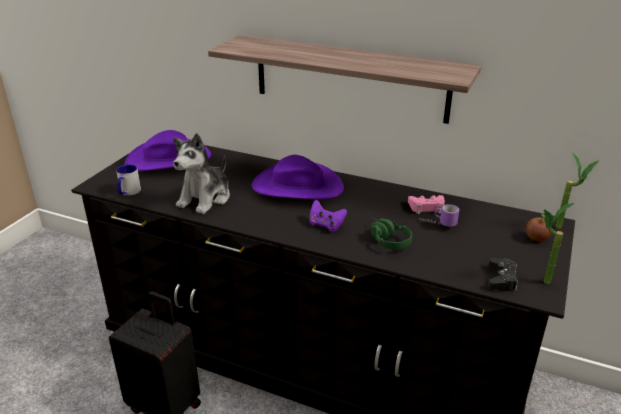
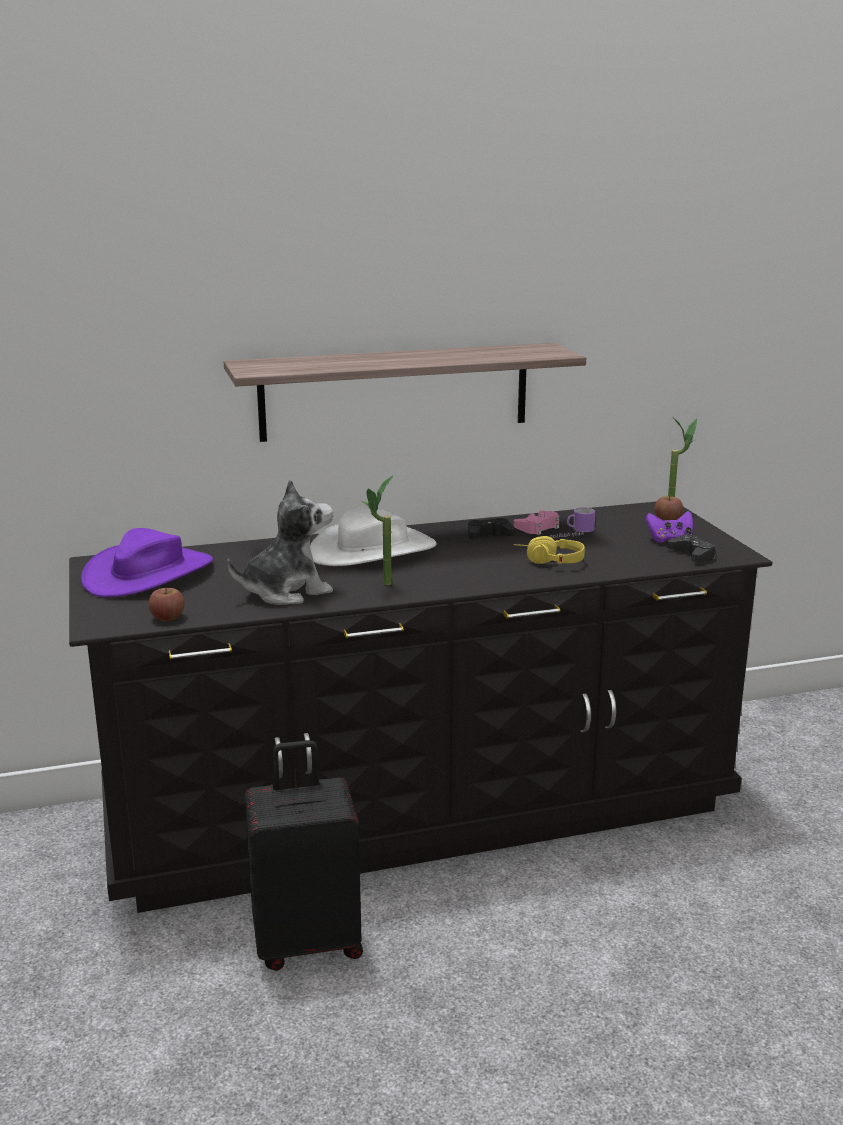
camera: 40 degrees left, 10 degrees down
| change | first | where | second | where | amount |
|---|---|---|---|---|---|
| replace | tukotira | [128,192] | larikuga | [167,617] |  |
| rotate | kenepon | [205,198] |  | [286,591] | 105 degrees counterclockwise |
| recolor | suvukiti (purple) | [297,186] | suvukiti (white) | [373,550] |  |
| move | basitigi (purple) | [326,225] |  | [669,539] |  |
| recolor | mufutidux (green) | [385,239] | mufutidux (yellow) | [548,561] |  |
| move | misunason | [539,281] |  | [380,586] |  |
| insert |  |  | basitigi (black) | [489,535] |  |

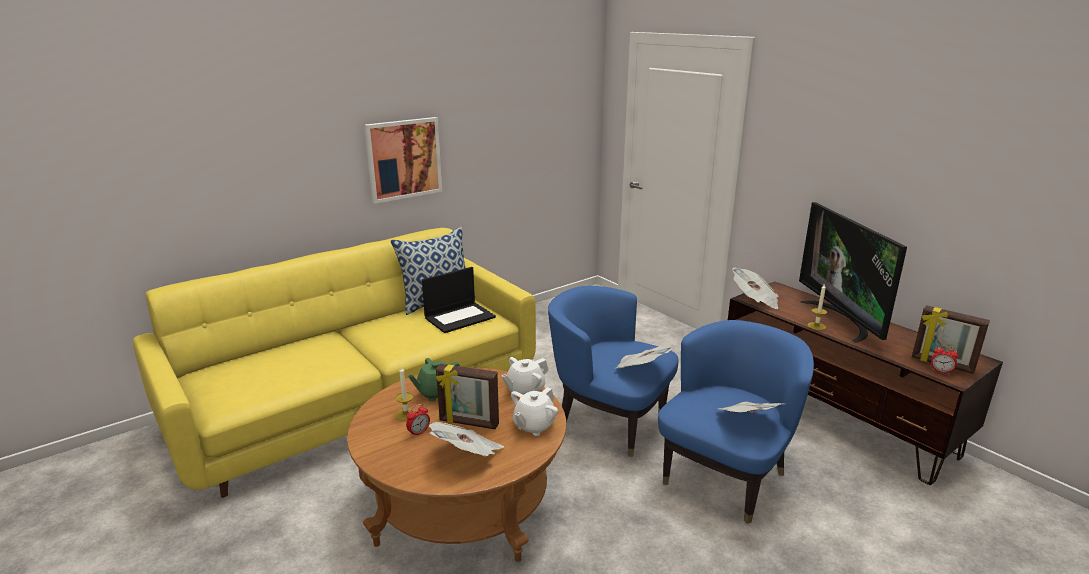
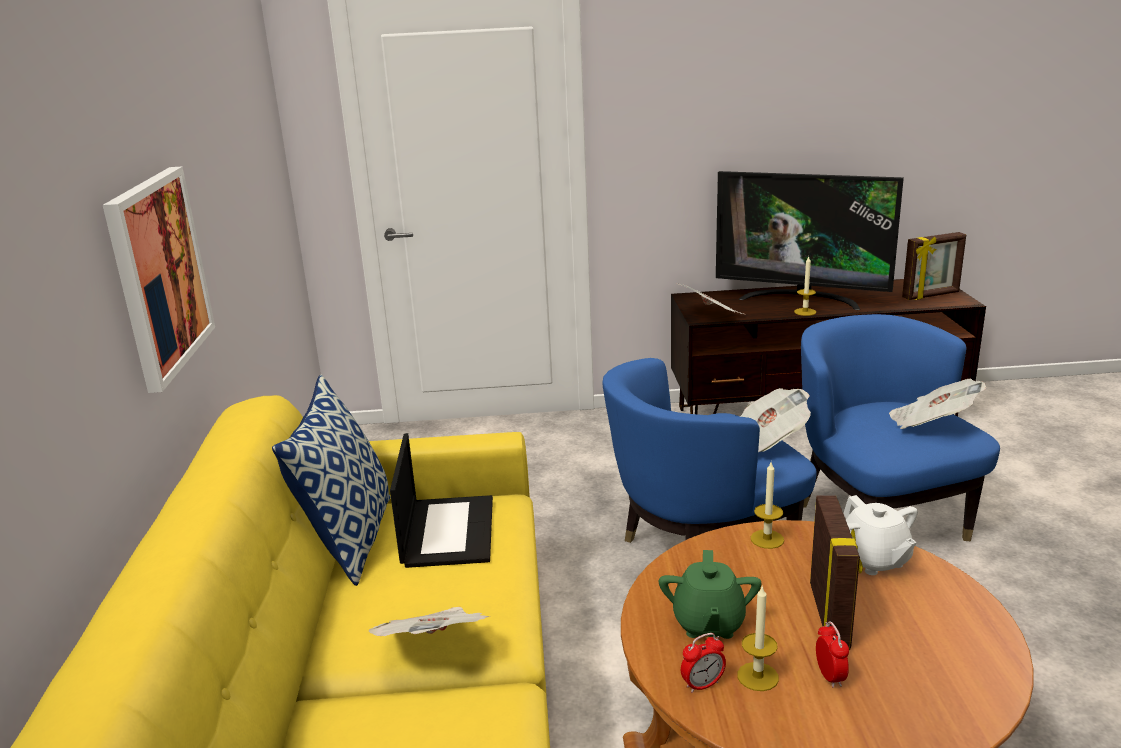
camera: 55 degrees left, 0 degrees up
| change | first | where | second | where | amount |
|---|---|---|---|---|---|
| move | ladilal | [468,455] |  | [435,647] |  |
| rotate | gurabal | [468,423] |  | [830,616] | 45 degrees counterclockwise |
| replace | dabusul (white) | [525,391] | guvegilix | [767,539] |  |
| move | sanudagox | [941,371] |  | [702,685] |  |

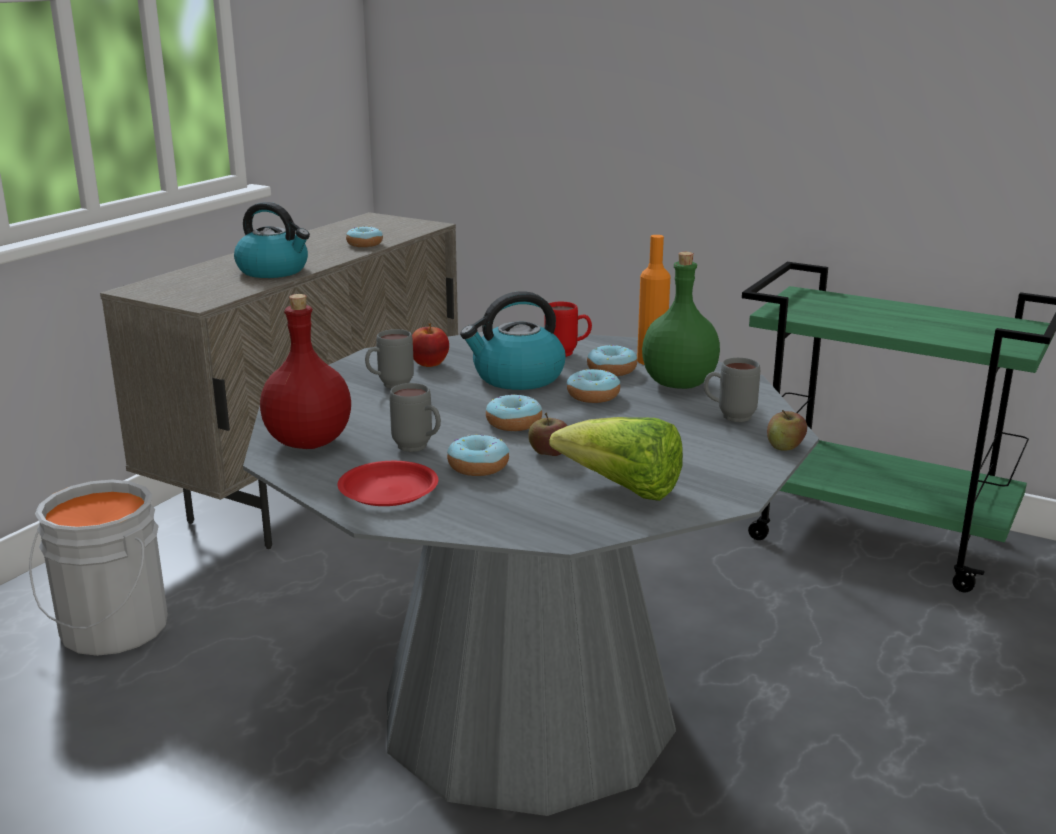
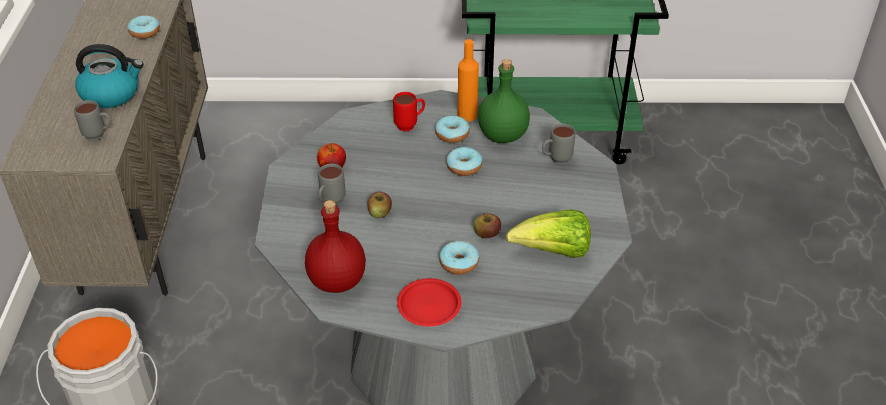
camera: 30 degrees left, 20 degrees up
| change | first | where | second | where | amount |
|---|---|---|---|---|---|
| move | tukotira (grey) | [418,448] |  | [99,136] |  |
| delete | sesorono | [517,377] |  |  |  |
| delete | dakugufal | [514,423] |  |  |  |
| move | larikuga | [785,446] |  | [380,213] |  |

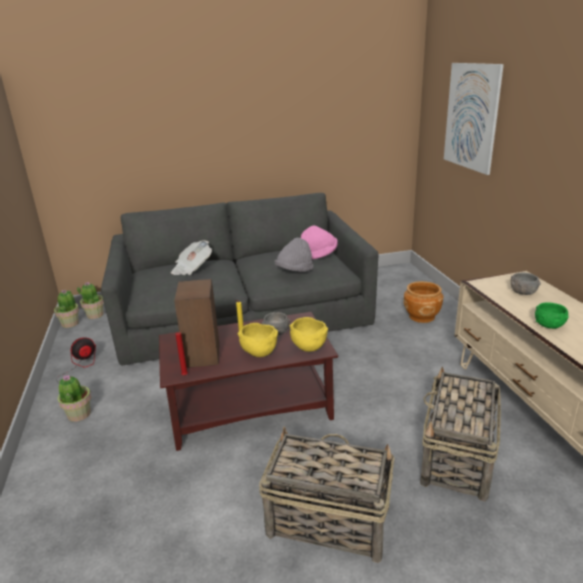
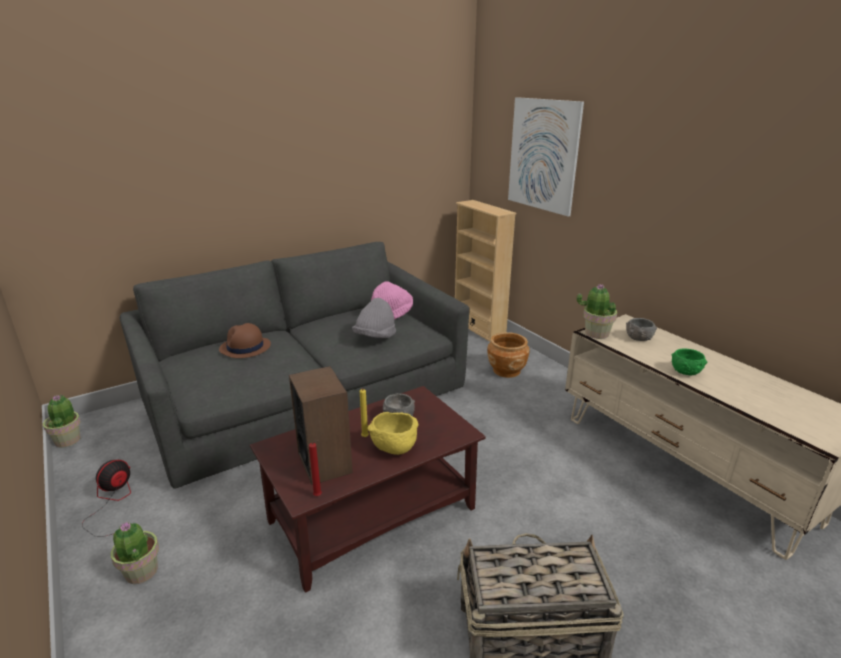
camera: 20 degrees left, 0 degrees up
| change | first | where | second | where | amount |
|---|---|---|---|---|---|
| move | misunason | [95,315] |  | [596,333] |  |
| replace | ladilal | [192,269] | suvukiti (brown) | [245,348] |  |
| delete | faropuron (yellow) | [308,347] |  |  |  |
| delete | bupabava | [457,458] |  |  |  |
| insert |  |  | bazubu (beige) | [479,328] |  |

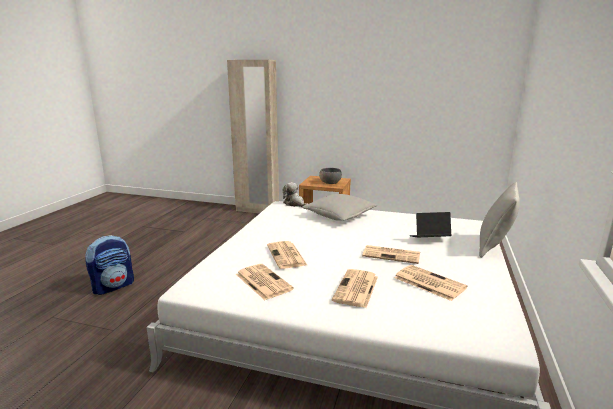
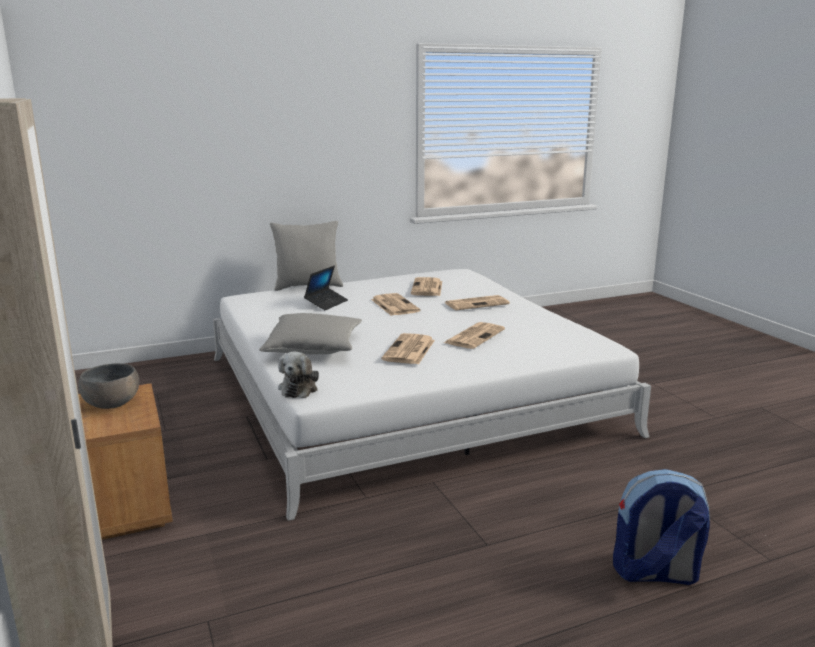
camera: 130 degrees left, 0 degrees up
| change | first | where | second | where | amount |
|---|---|---|---|---|---|
| move | ladilal | [262,281] |  | [409,350] |  |
| rotate | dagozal | [429,239] |  | [326,303] | 105 degrees counterclockwise |

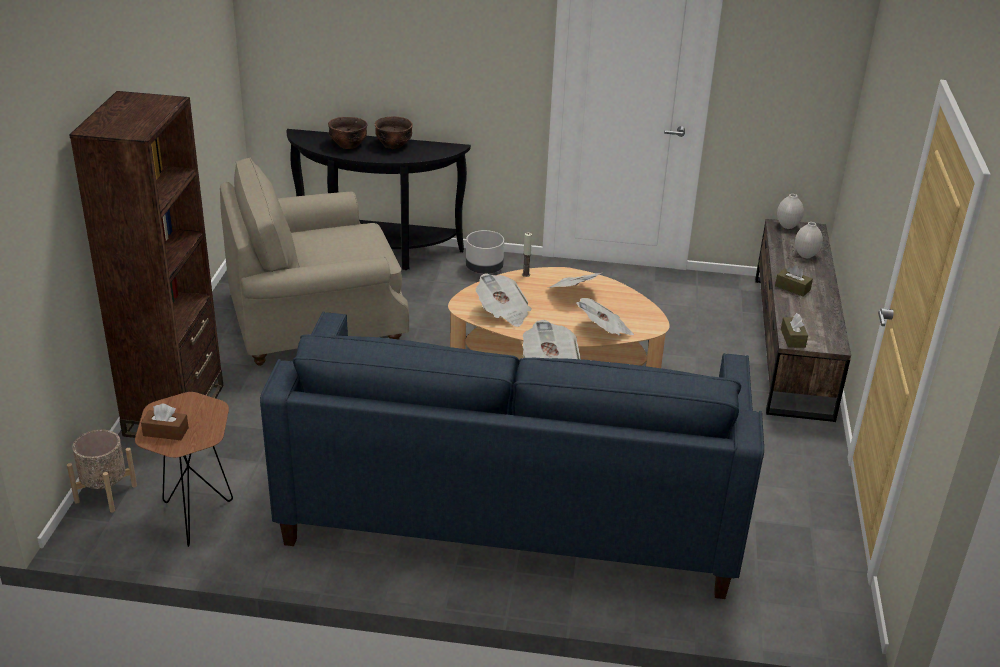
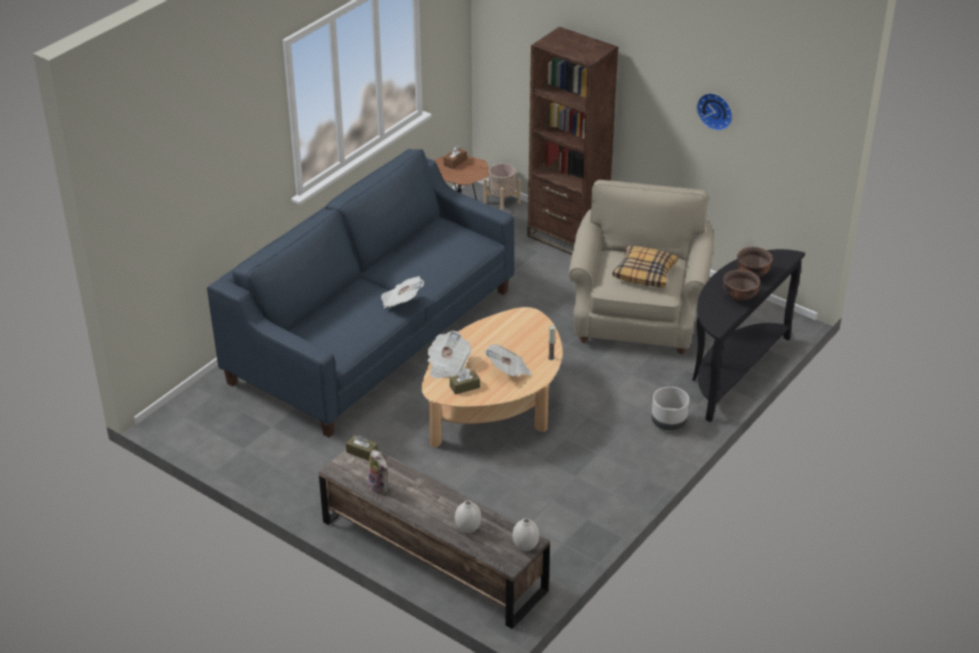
camera: 120 degrees right, 5 degrees up
| change | first | where | second | where | amount |
|---|---|---|---|---|---|
| delete | ladilal | [503,313] |  |  |  |
| move | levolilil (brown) | [792,288] |  | [464,387] |  |
| insert |  |  | kenepon | [380,487] |  |
| insert |  |  | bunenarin | [645,273] |  |
| insert |  |  | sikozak | [716,110] |  |

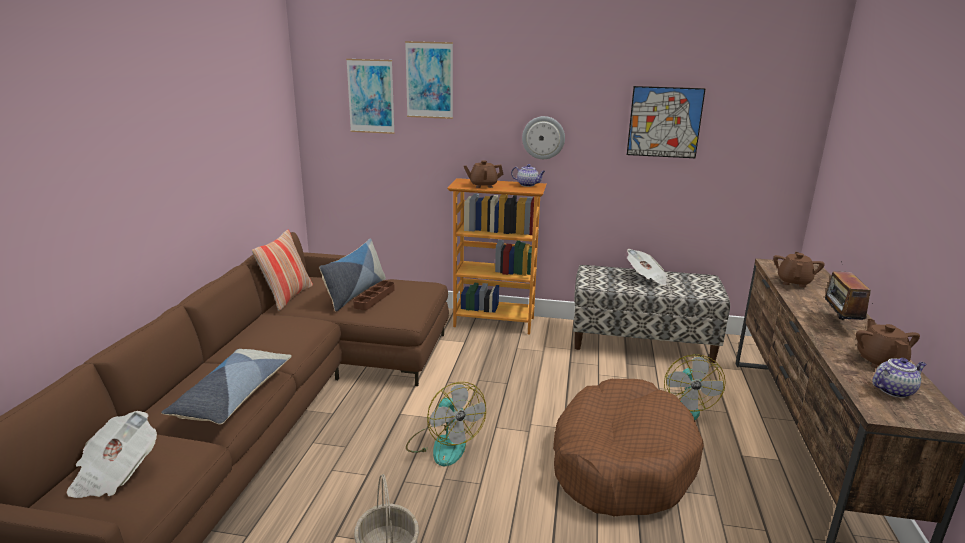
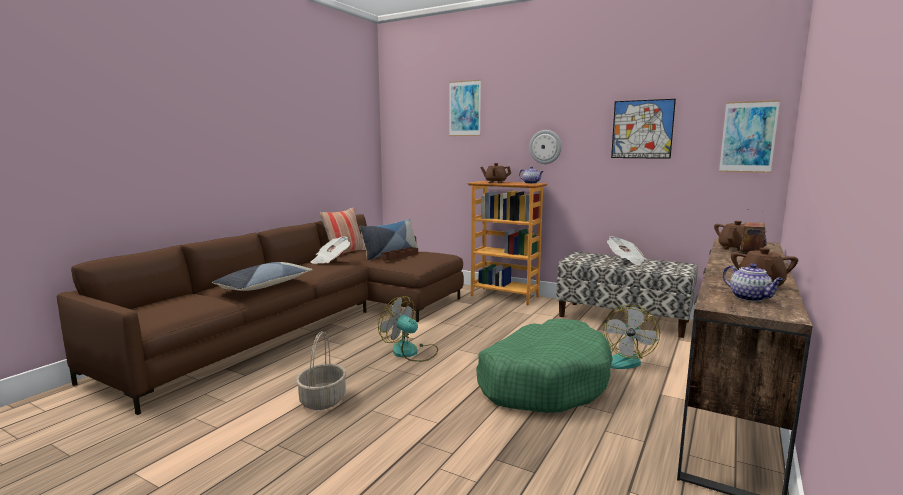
camera: 20 degrees right, 10 degrees down
| change | first | where | second | where | amount |
|---|---|---|---|---|---|
| move | ladilal | [115,473] |  | [330,260] |  |
| move | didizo | [371,96] |  | [748,137] |  |
| rotate | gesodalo | [444,444] |  | [410,352] | 135 degrees clockwise |
| recolor | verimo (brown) | [621,462] | verimo (green) | [543,381] |  |
| rotate | dabusul | [894,390] |  | [750,298] | 60 degrees clockwise |

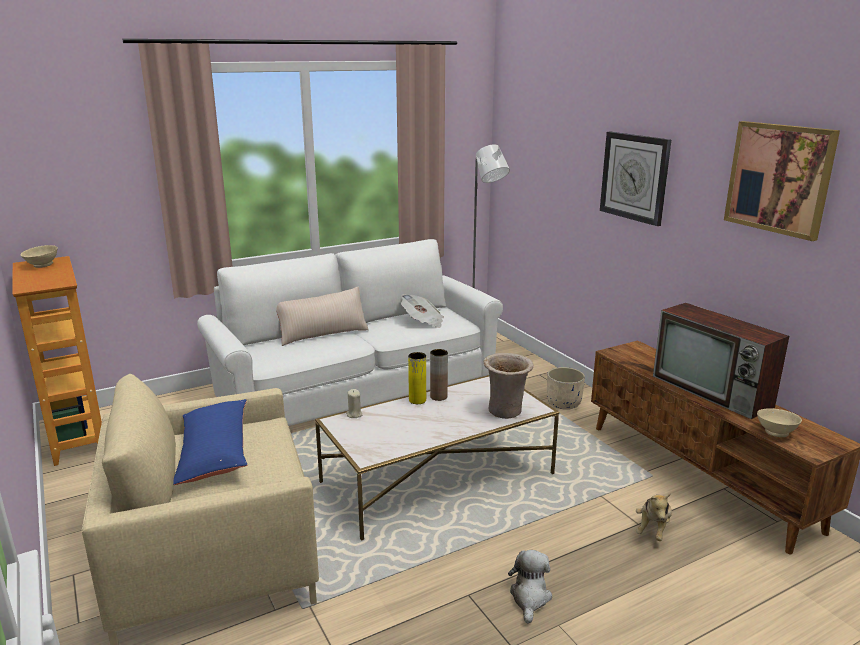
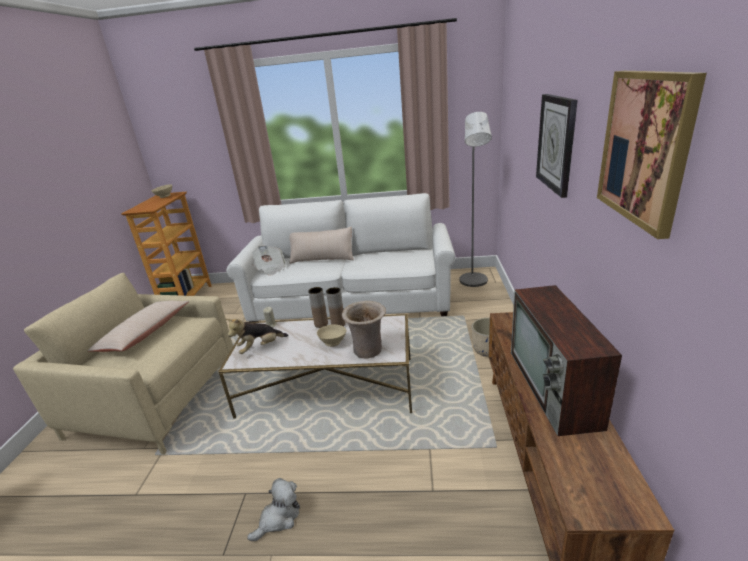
camera: 35 degrees right, 5 degrees up
| change | first | where | second | where | amount |
|---|---|---|---|---|---|
| recolor | bunenarin (blue) | [214,452] | bunenarin (beige) | [145,333] |  |
| move | ladilal | [423,322] |  | [270,268] |  |
| recolor | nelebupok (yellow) | [417,400] | nelebupok (brown) | [321,324] |  |
| move | kenepon | [653,529] |  | [260,347] |  |
| move | faropuron (beige) | [776,432] |  | [333,342] |  |

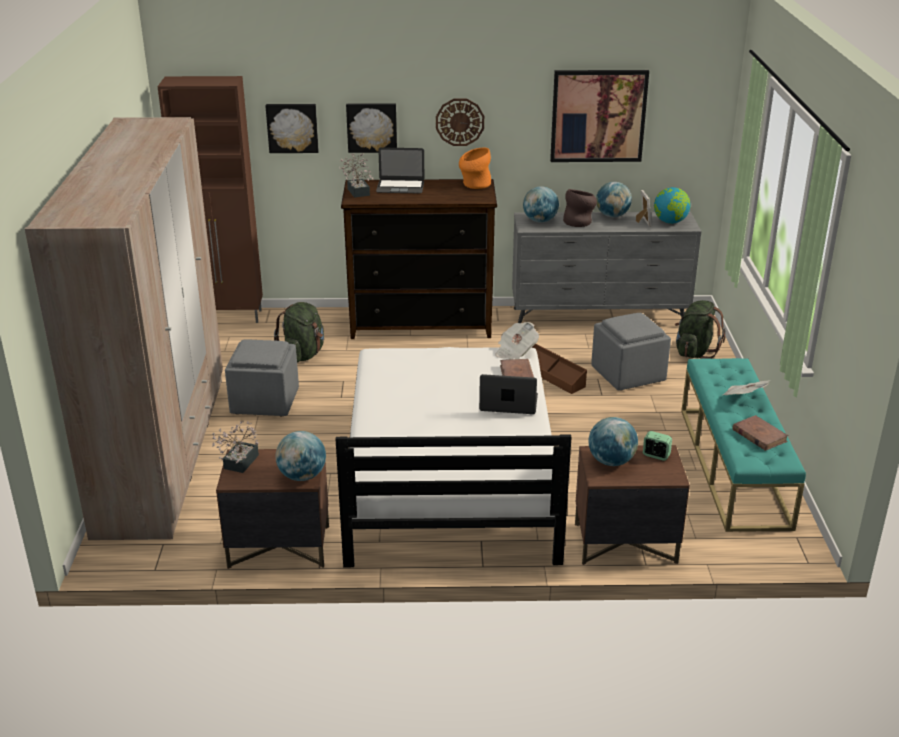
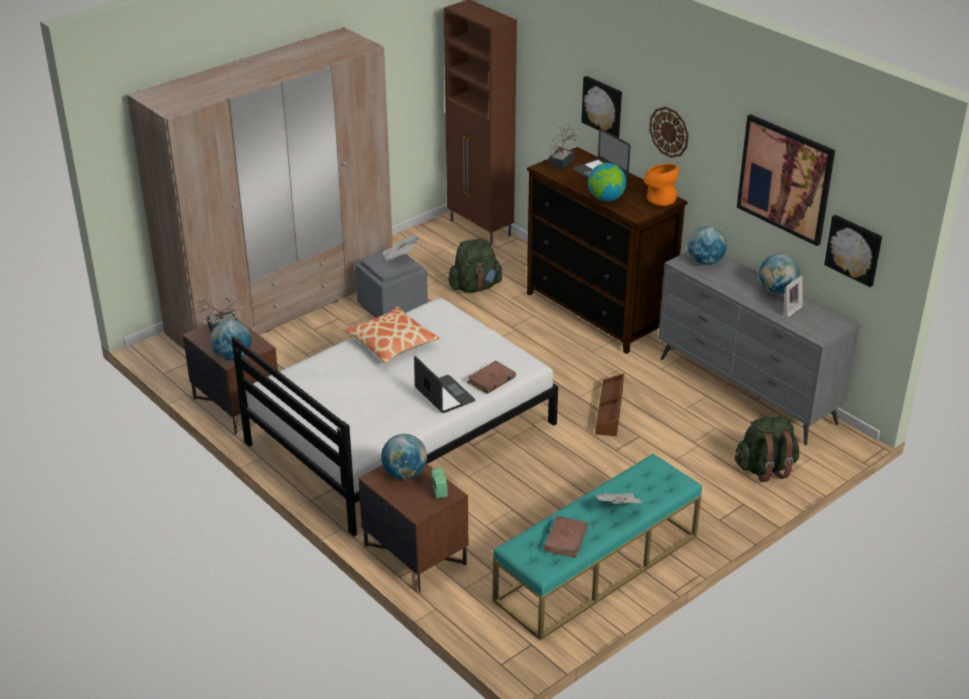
camera: 50 degrees right, 5 degrees up
| change | first | where | second | where | amount |
|---|---|---|---|---|---|
| move | didizo | [292,127] |  | [854,249] |  |
| move | ladilal | [515,352] |  | [400,256] |  |
| delete | nelebupok (brown) | [579,222] |  |  |  |
| delete | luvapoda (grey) | [629,375] |  |  |  |
| move | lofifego | [670,222] |  | [605,199] |  |
| insert |  |  | bunenarin | [391,343] |  |

